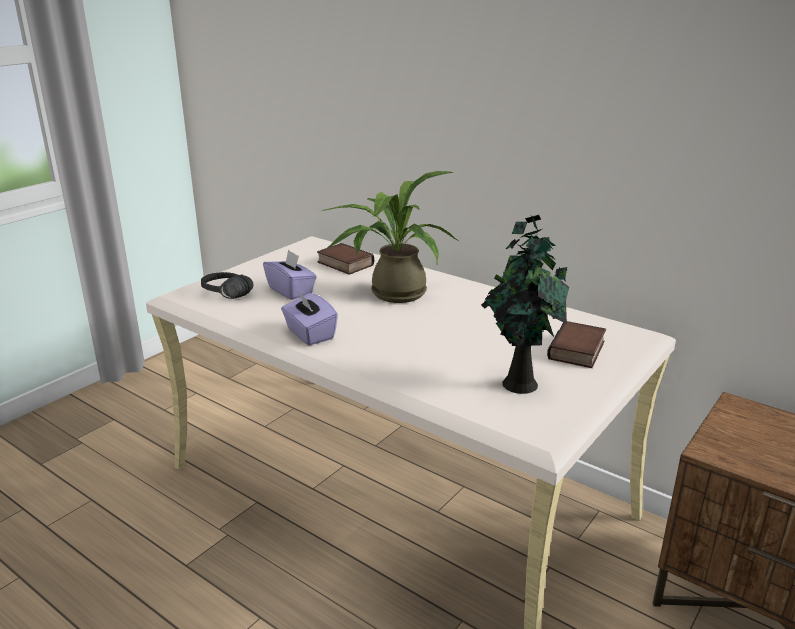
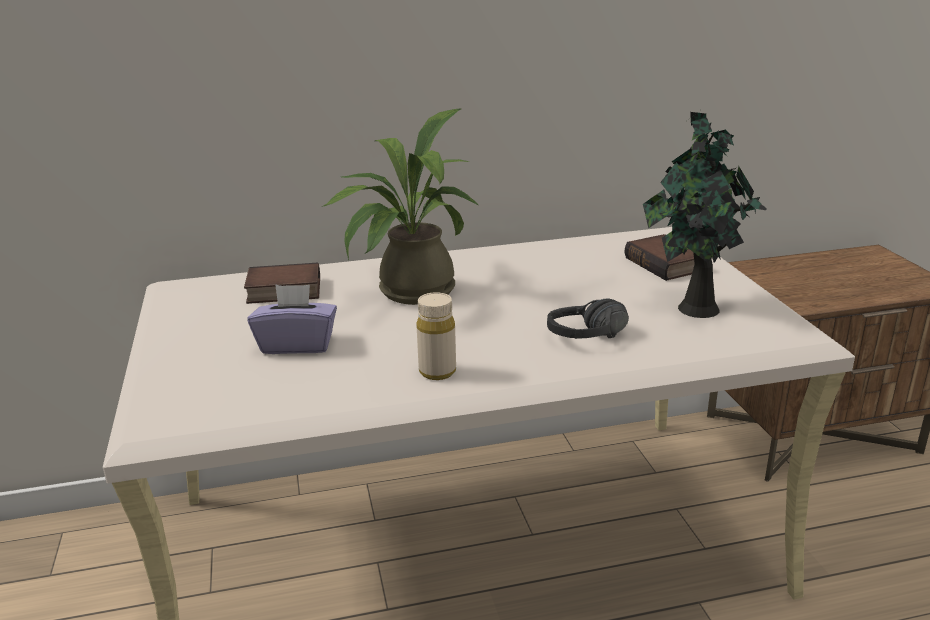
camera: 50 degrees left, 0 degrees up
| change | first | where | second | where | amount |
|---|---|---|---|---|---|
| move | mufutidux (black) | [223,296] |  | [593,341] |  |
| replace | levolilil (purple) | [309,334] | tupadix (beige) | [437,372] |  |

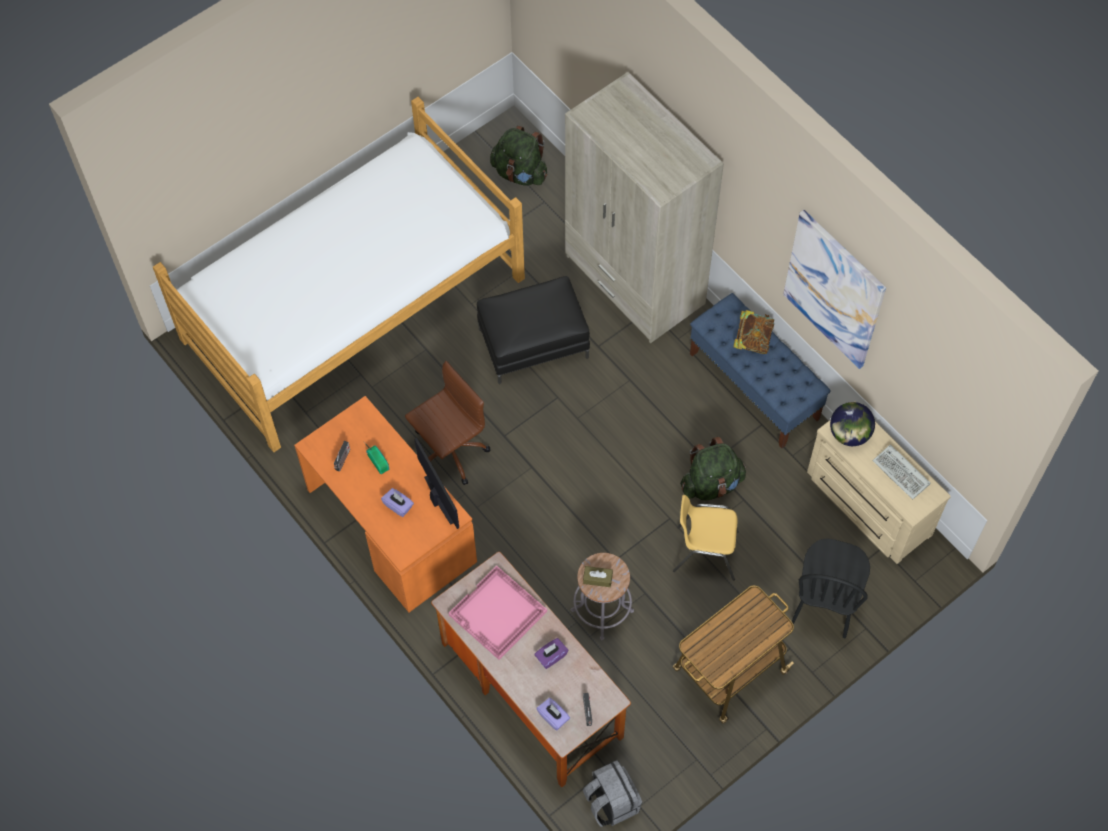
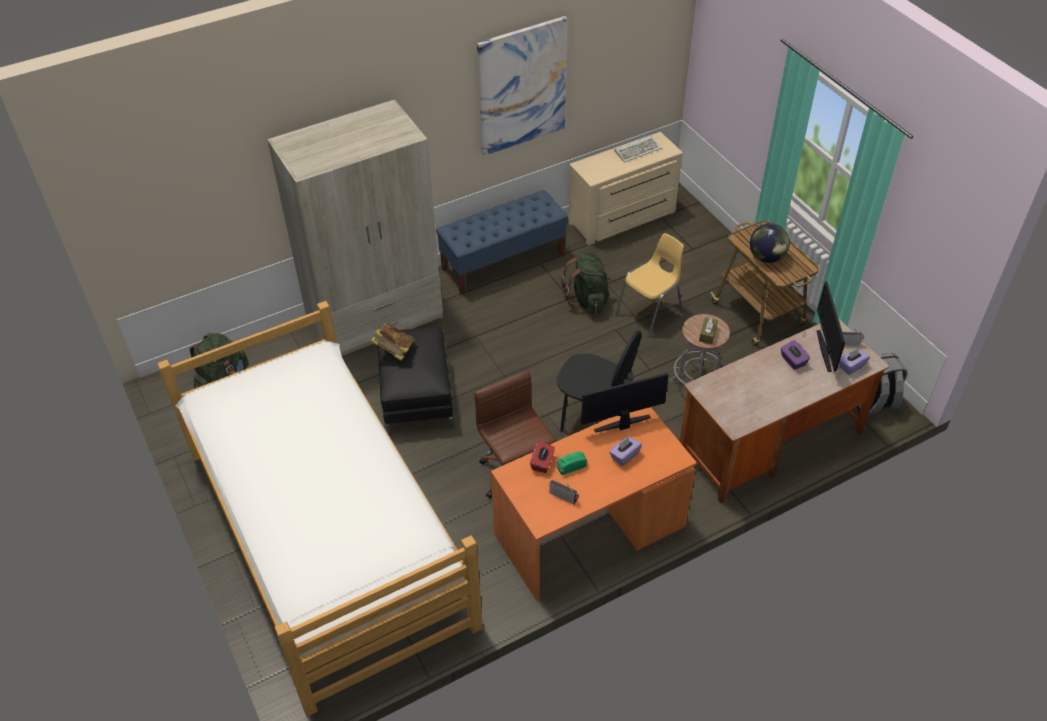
camera: 80 degrees left, 15 degrees down
| change | first | where | second | where | amount |
|---|---|---|---|---|---|
| delete | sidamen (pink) | [498,614] |  |  |  |
| rotate | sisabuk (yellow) | [704,552] |  | [650,313] | 150 degrees counterclockwise |
| move | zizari | [752,340] |  | [394,351] |  |
| move | sisabuk (black) | [824,605] |  | [593,423] |  |
| move | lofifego | [849,434] |  | [766,257] |  |
| insert |  |  | levolilil (red) | [542,463] |  |
| insert |  |  | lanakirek | [825,351] |  |

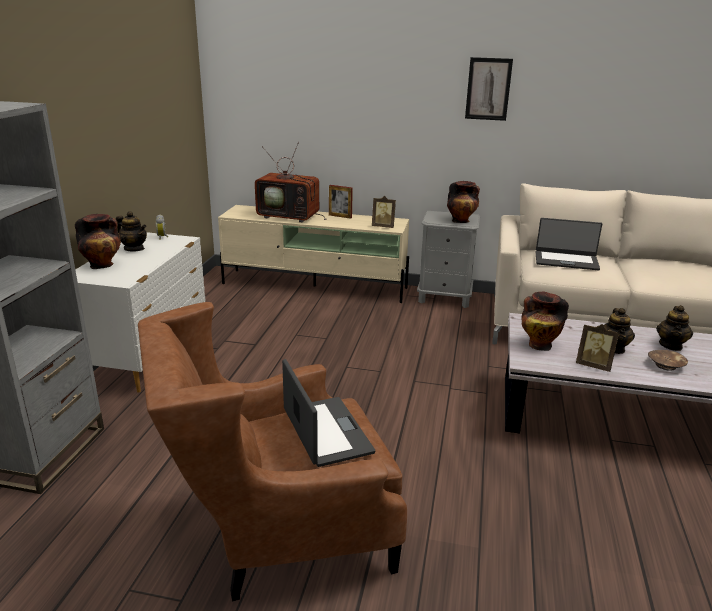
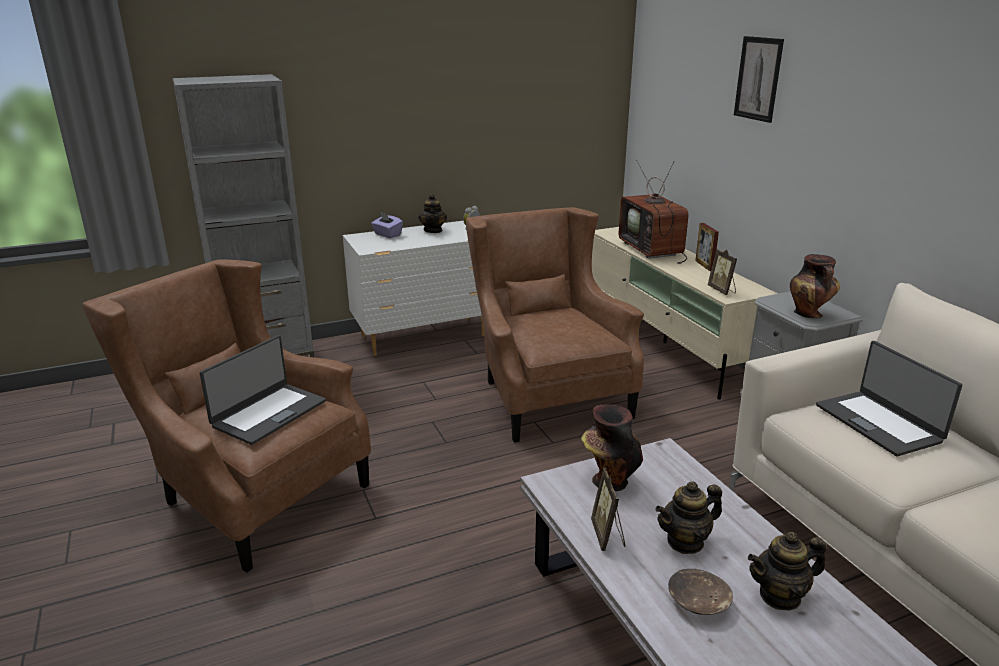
camera: 55 degrees right, 0 degrees up
| change | first | where | second | where | amount |
|---|---|---|---|---|---|
| replace | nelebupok | [103,265] | levolilil (purple) | [387,235] |  |
| move | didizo | [488,89] |  | [758,79] |  |
| insert |  |  | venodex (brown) | [546,394] |  |

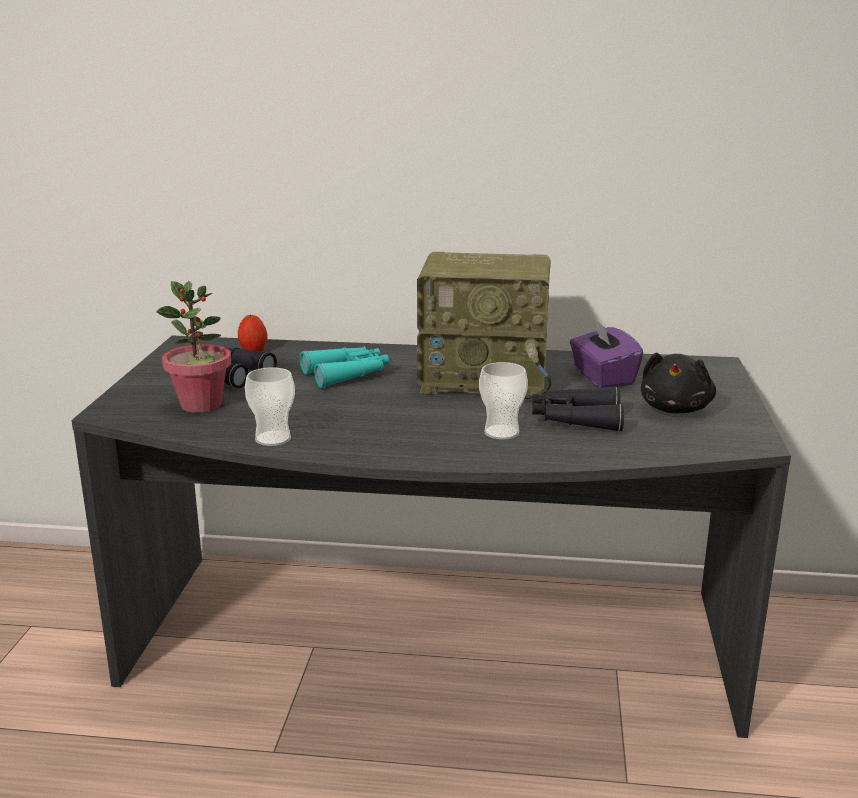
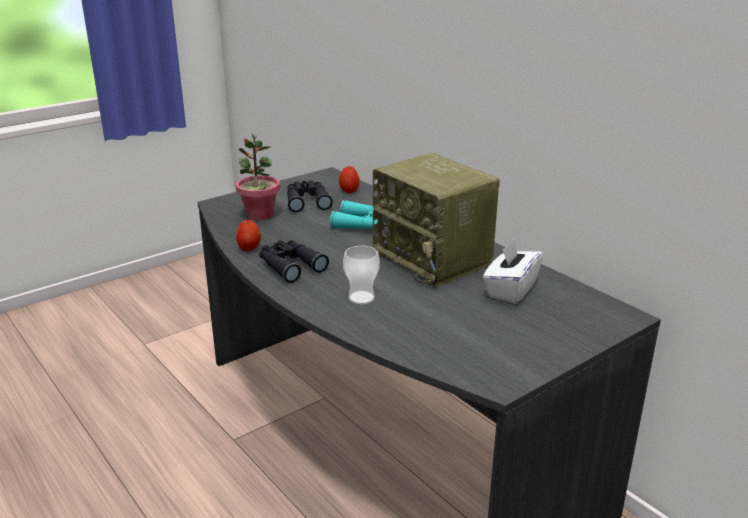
camera: 45 degrees right, 5 degrees up
| change | first | where | second | where | amount |
|---|---|---|---|---|---|
| replace | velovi | [273,439] | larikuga | [249,248] |  |
| move | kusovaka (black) | [575,419] |  | [289,266] |  |
| recolor | levolilil (purple) | [602,377] | levolilil (white) | [510,290] |  |
| delete | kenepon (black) | [676,409] |  |  |  |

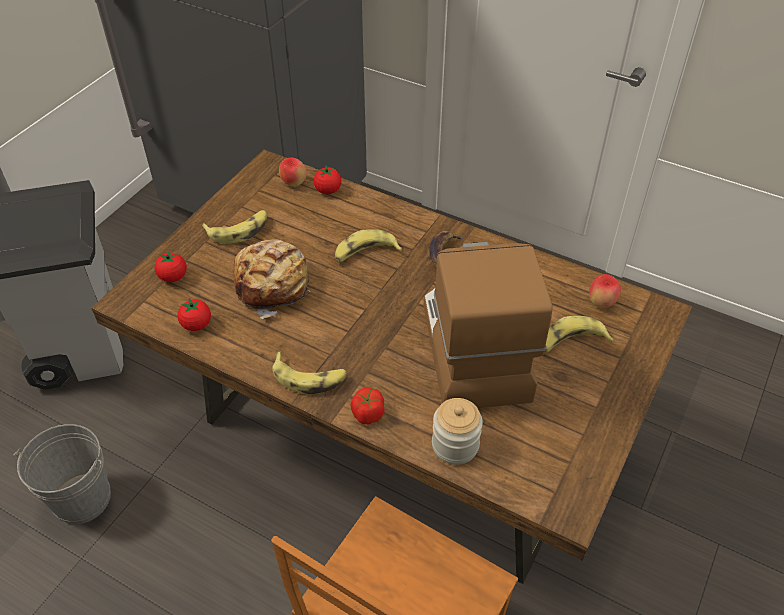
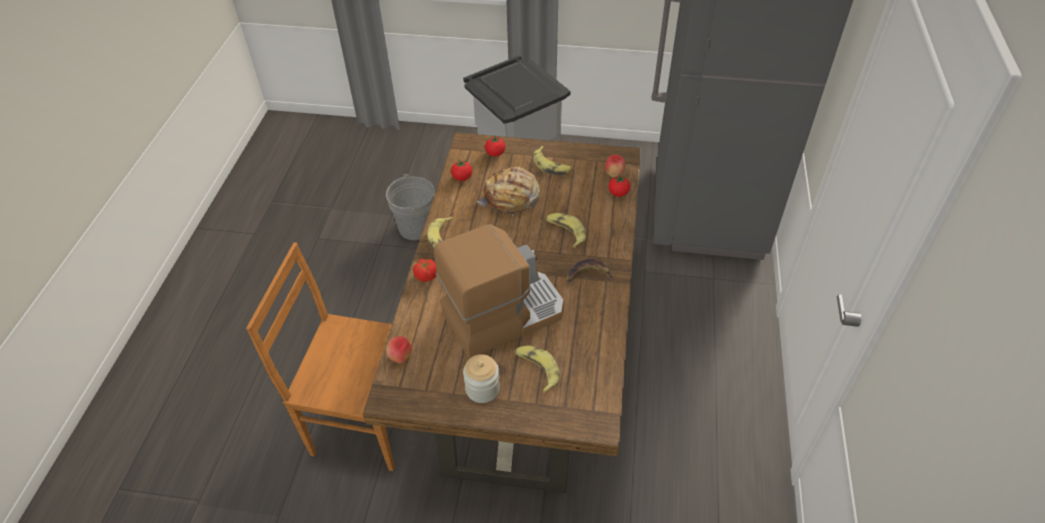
camera: 70 degrees right, 0 degrees up
| change | first | where | second | where | amount |
|---|---|---|---|---|---|
| move | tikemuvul | [455,445] |  | [482,389] |  |
| move | larikuga | [601,303] |  | [401,358] |  |

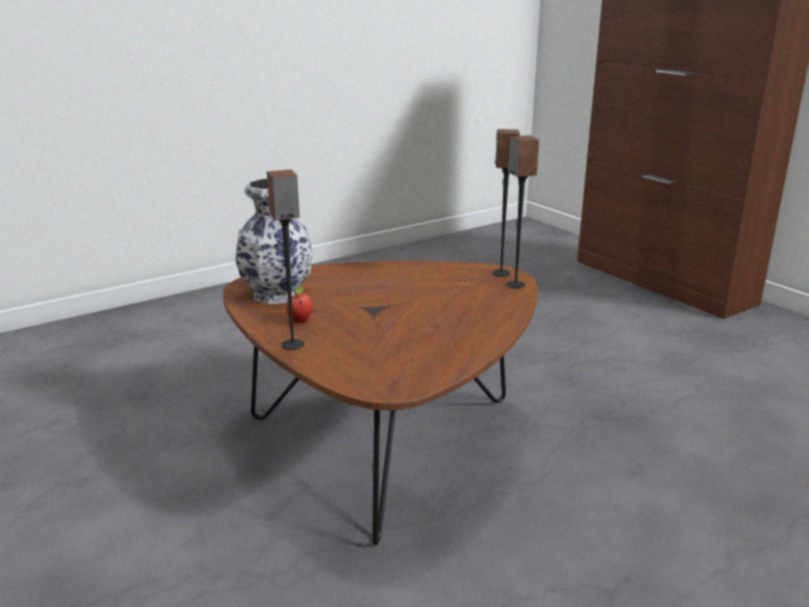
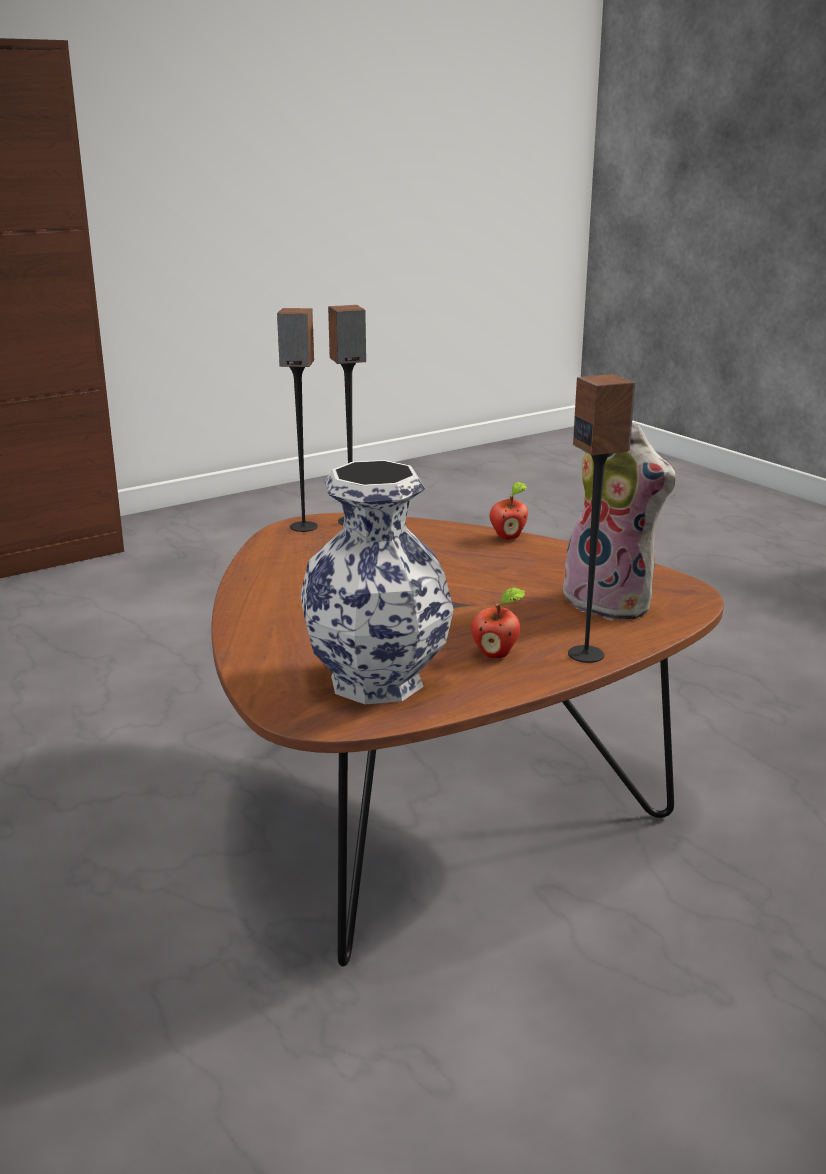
camera: 90 degrees left, 0 degrees up
| change | first | where | second | where | amount |
|---|---|---|---|---|---|
| insert |  |  | larikuga | [508,537] |  |
| insert |  |  | kenepon | [613,602] |  |

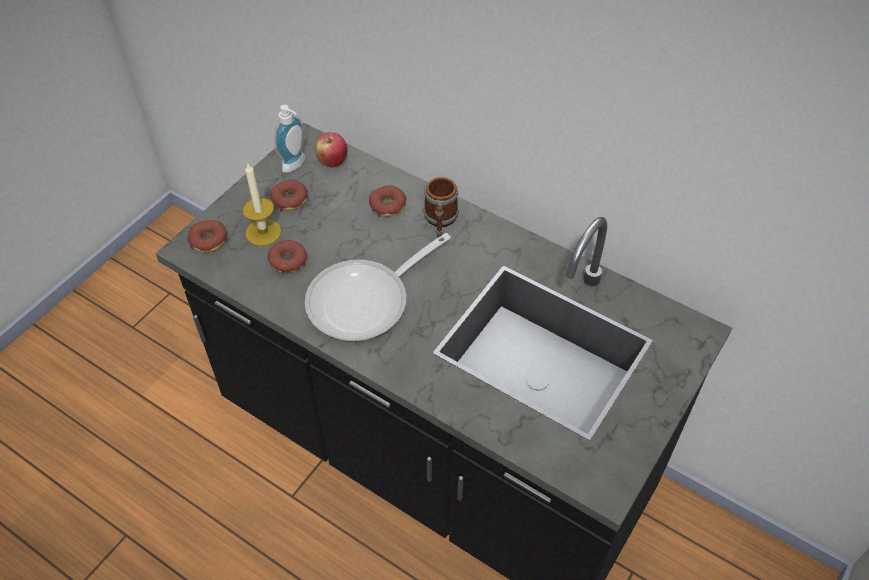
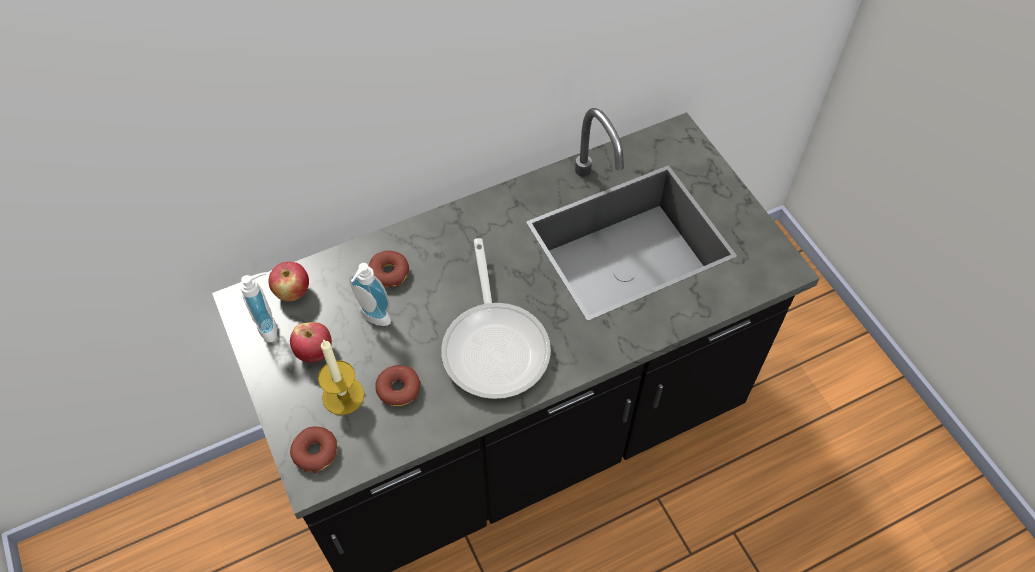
camera: 60 degrees left, 5 degrees up
| change | first | where | second | where | amount |
|---|---|---|---|---|---|
| replace | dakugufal | [290,199] | larikuga | [315,352] |  |
| delete | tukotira | [440,221] |  |  |  |
| insert |  |  | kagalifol | [372,319] |  |

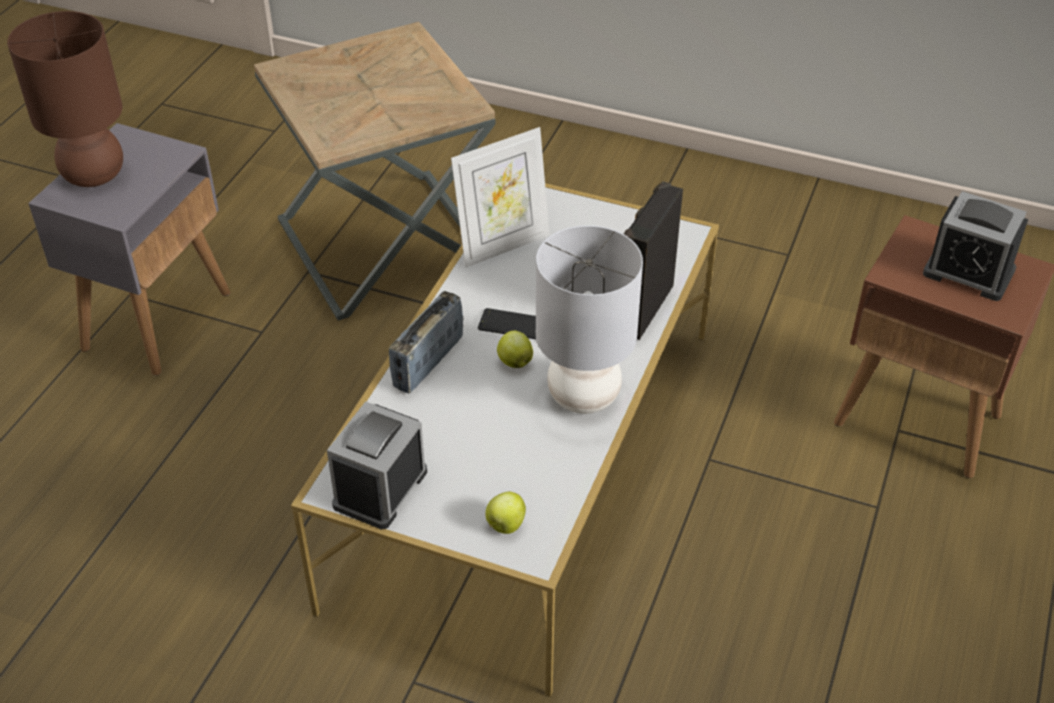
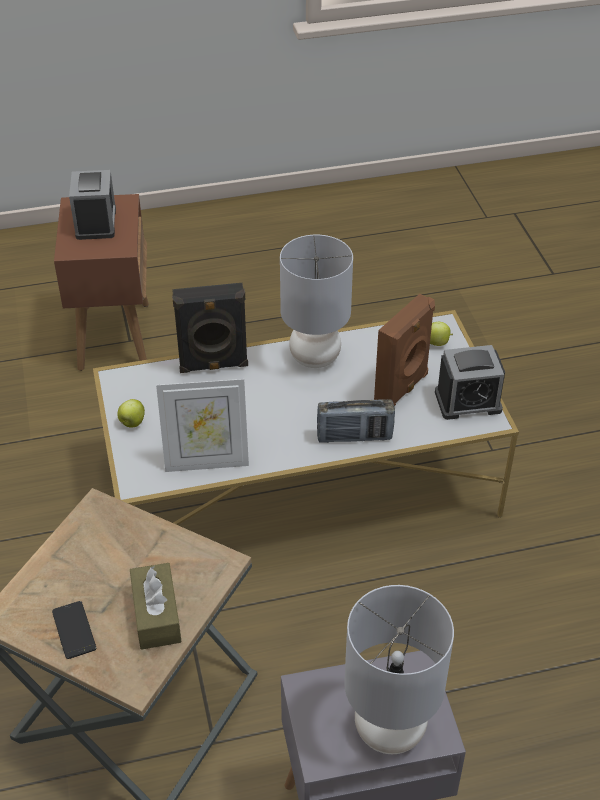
camera: 125 degrees left, 0 degrees up
| change | first | where | second | where | amount |
|---|---|---|---|---|---|
| recolor | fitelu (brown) | [95,176] | fitelu (grey) | [389,729] |  |
| rotate | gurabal | [503,245] |  | [206,462] | 150 degrees clockwise |
| move | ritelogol | [511,325] |  | [74,630] |  |
| move | larikuga | [514,361] |  | [132,423] |  |
| insert |  |  | levolilil (brown) | [156,615] |  |
| insert |  |  | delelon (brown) | [402,389] |  |

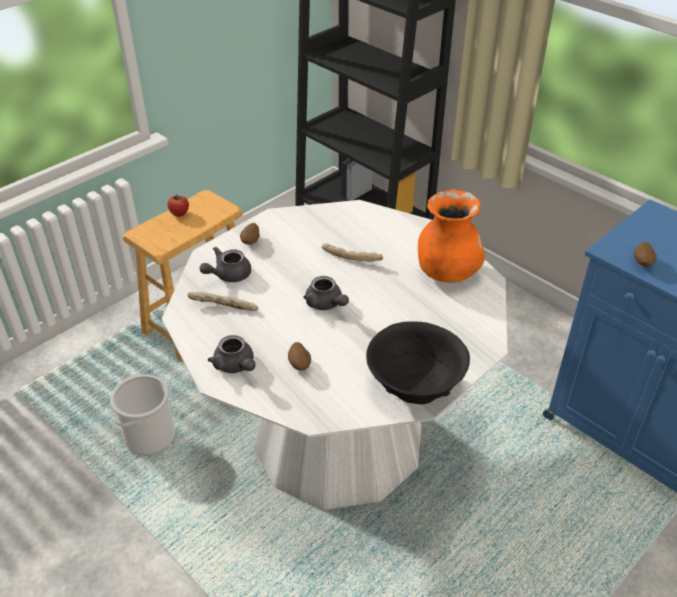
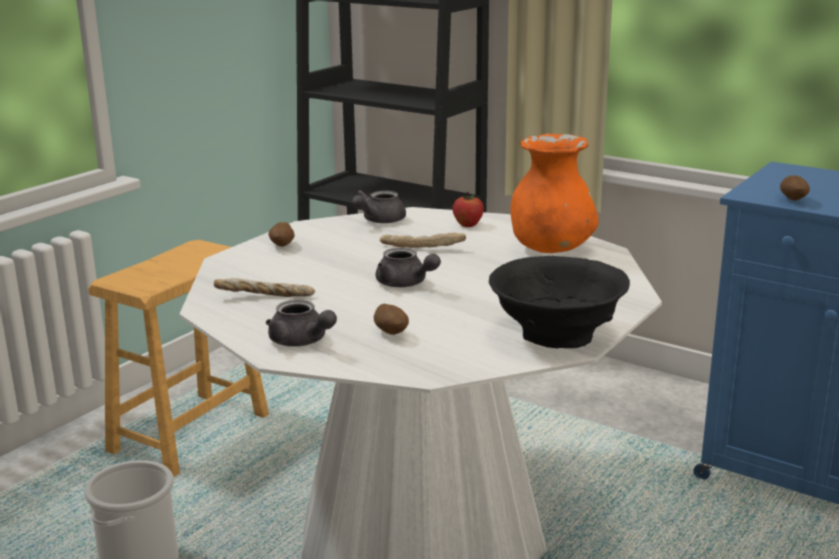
camera: 10 degrees left, 20 degrees down
| change | first | where | second | where | amount |
|---|---|---|---|---|---|
| move | larikuga | [179,214] |  | [468,225] |  |
| move | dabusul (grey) | [228,275] |  | [378,220] |  |

